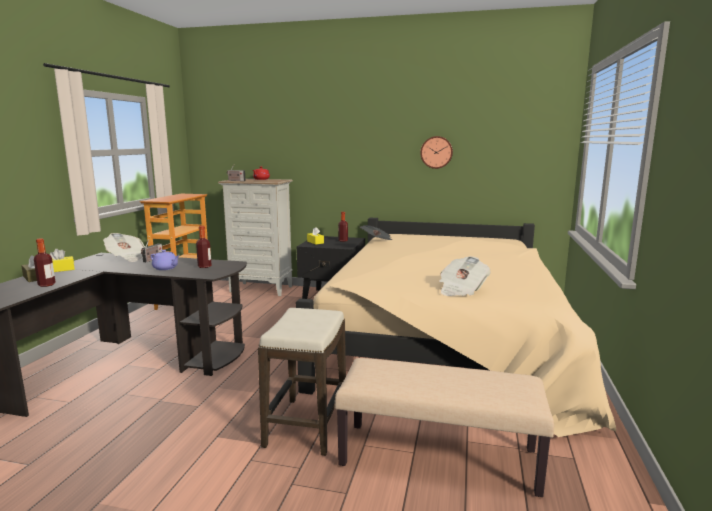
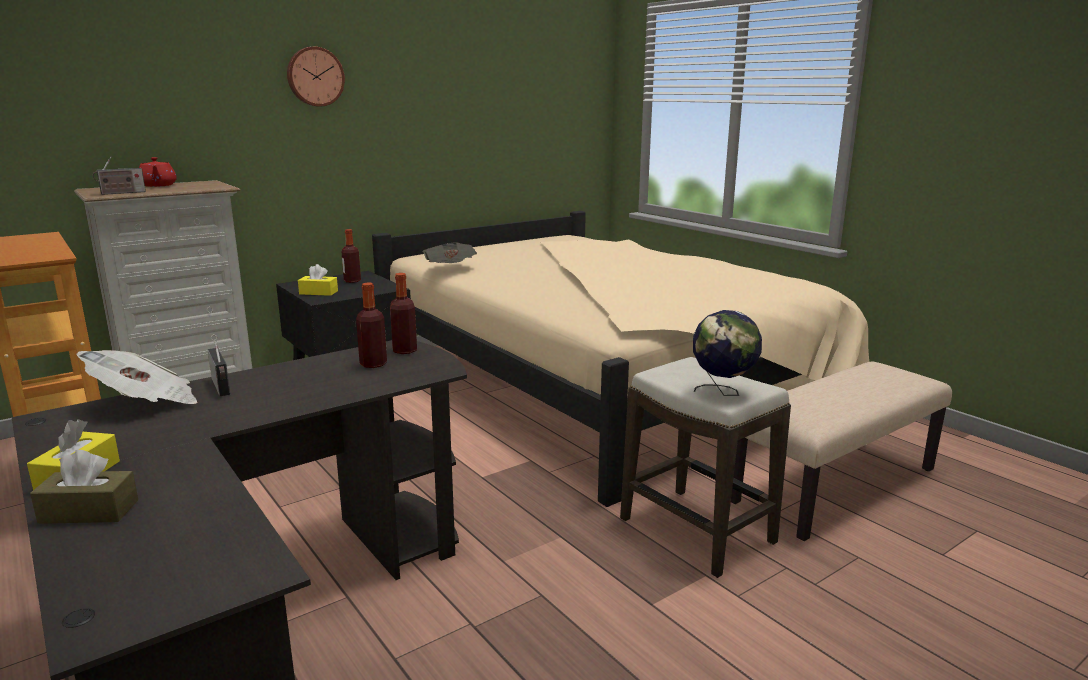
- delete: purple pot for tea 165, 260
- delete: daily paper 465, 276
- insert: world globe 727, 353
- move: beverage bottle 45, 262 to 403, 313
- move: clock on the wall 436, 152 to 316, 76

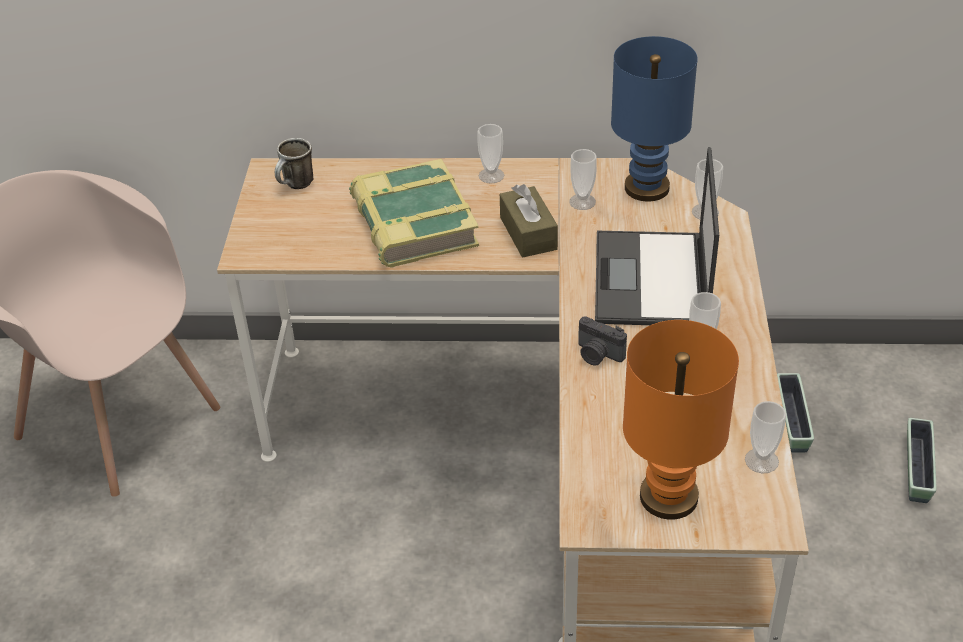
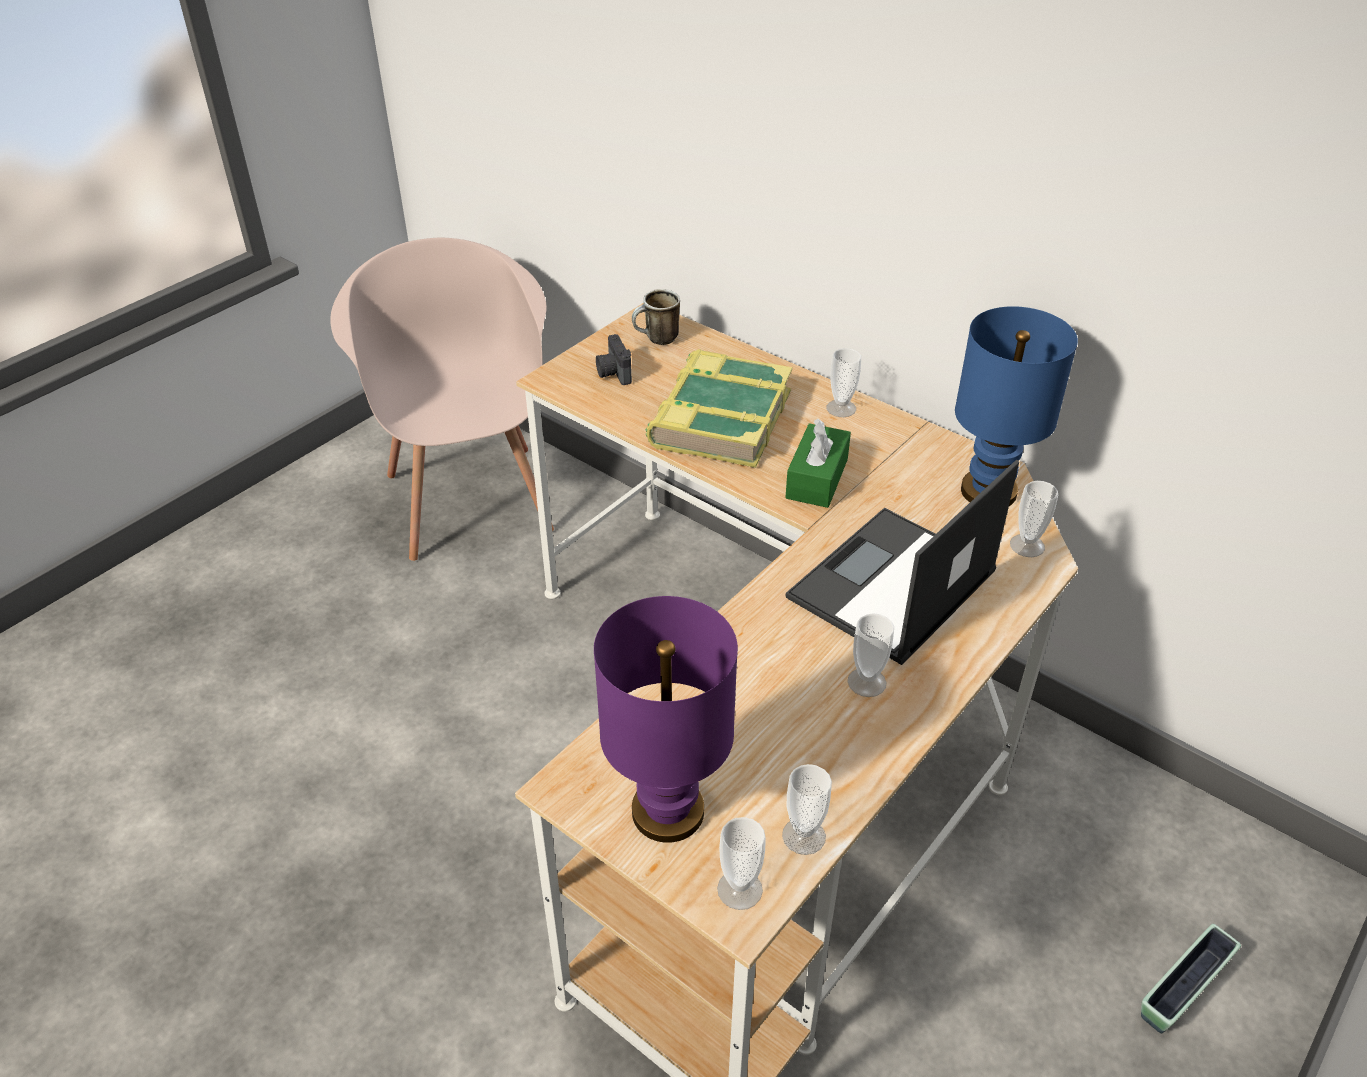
- delete: plant pot 795, 412
- move: small cup 583, 179 to 741, 863
- move: photo camera 602, 340 to 614, 359
- recolor: brownish box of tissues 529, 221 to green box of tissues 818, 463
- recolor: orange lamp for a table 681, 420 to purple lamp for a table 666, 719

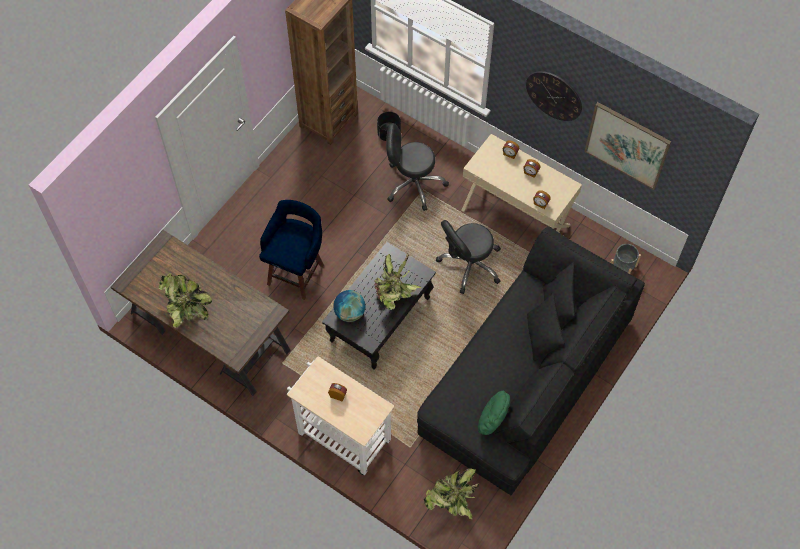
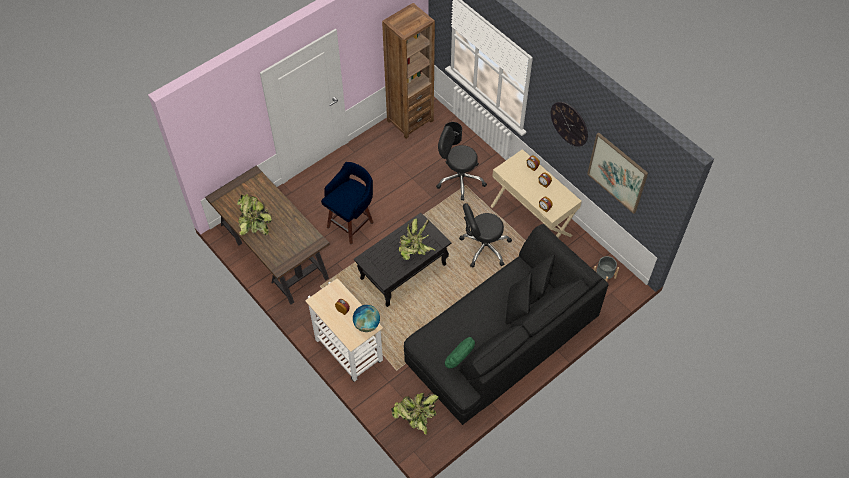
- move: world globe 349, 306 to 366, 318

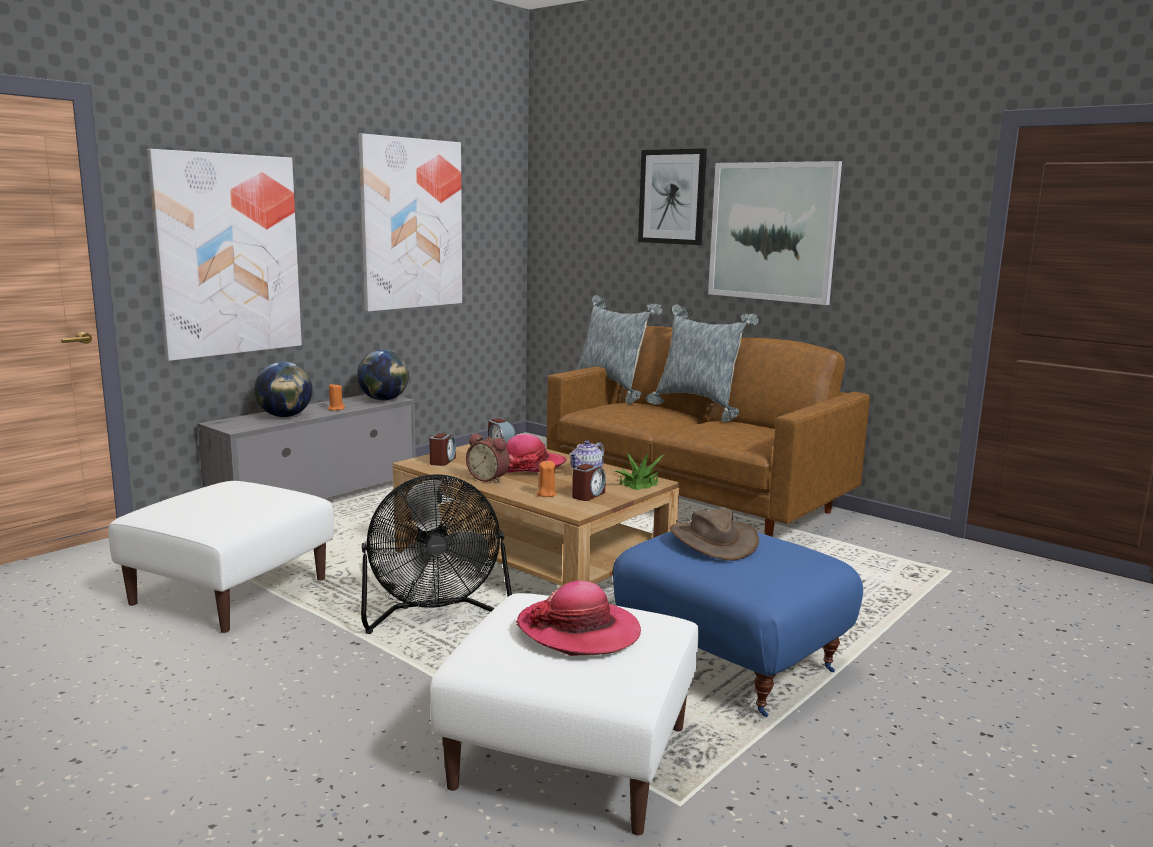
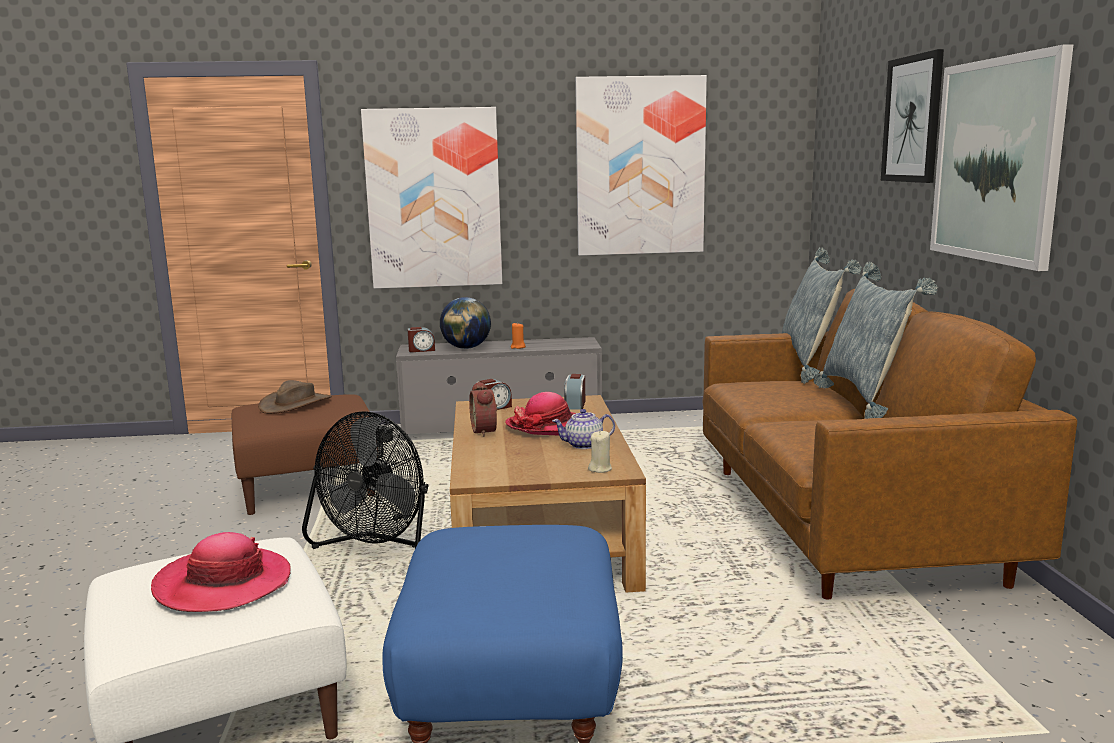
- delete: world globe 383, 375
- delete: orange candle 547, 479
- move: table clock 589, 482 to 421, 339
- move: brownish hat 714, 534 to 295, 397
- replace: plant in a pot 640, 471 to beige-coloured candle 600, 452
- recolor: whitish pouffe 221, 557 to brownish pouffe 305, 454

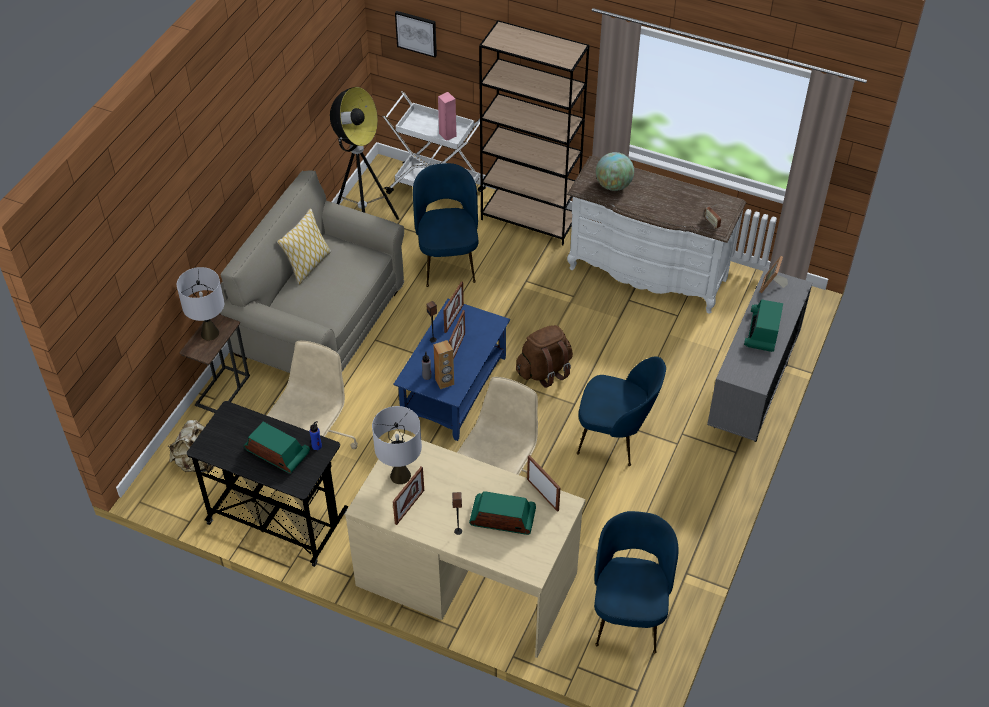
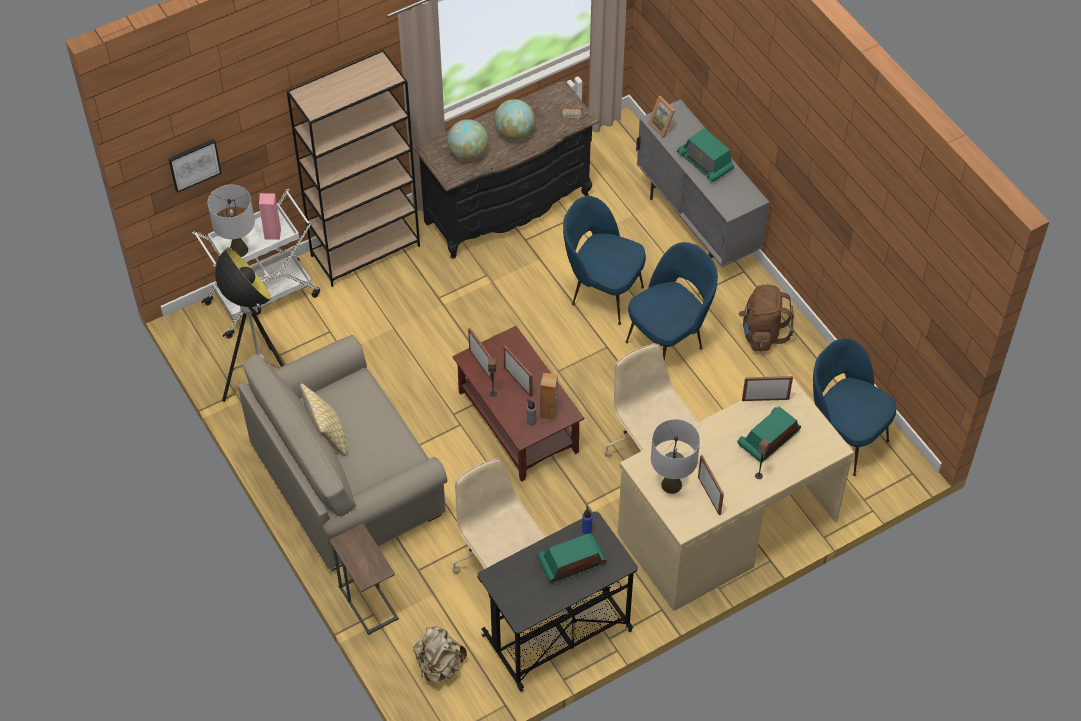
- insert: world globe 514, 119
- move: grey lamp for a table 200, 303 to 231, 221
- move: blue-coloured upright chair 446, 225 to 604, 260
- move: brownish rucksack 544, 356 to 766, 317
- recolor: blue-coloured low table 452, 370 to brownish low table 518, 404
- recolor: whitish chest of drawers 656, 235 to blackish chest of drawers 506, 170

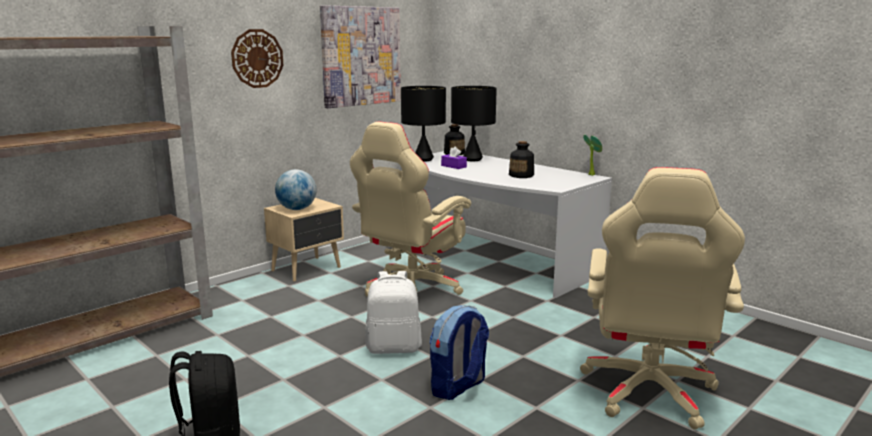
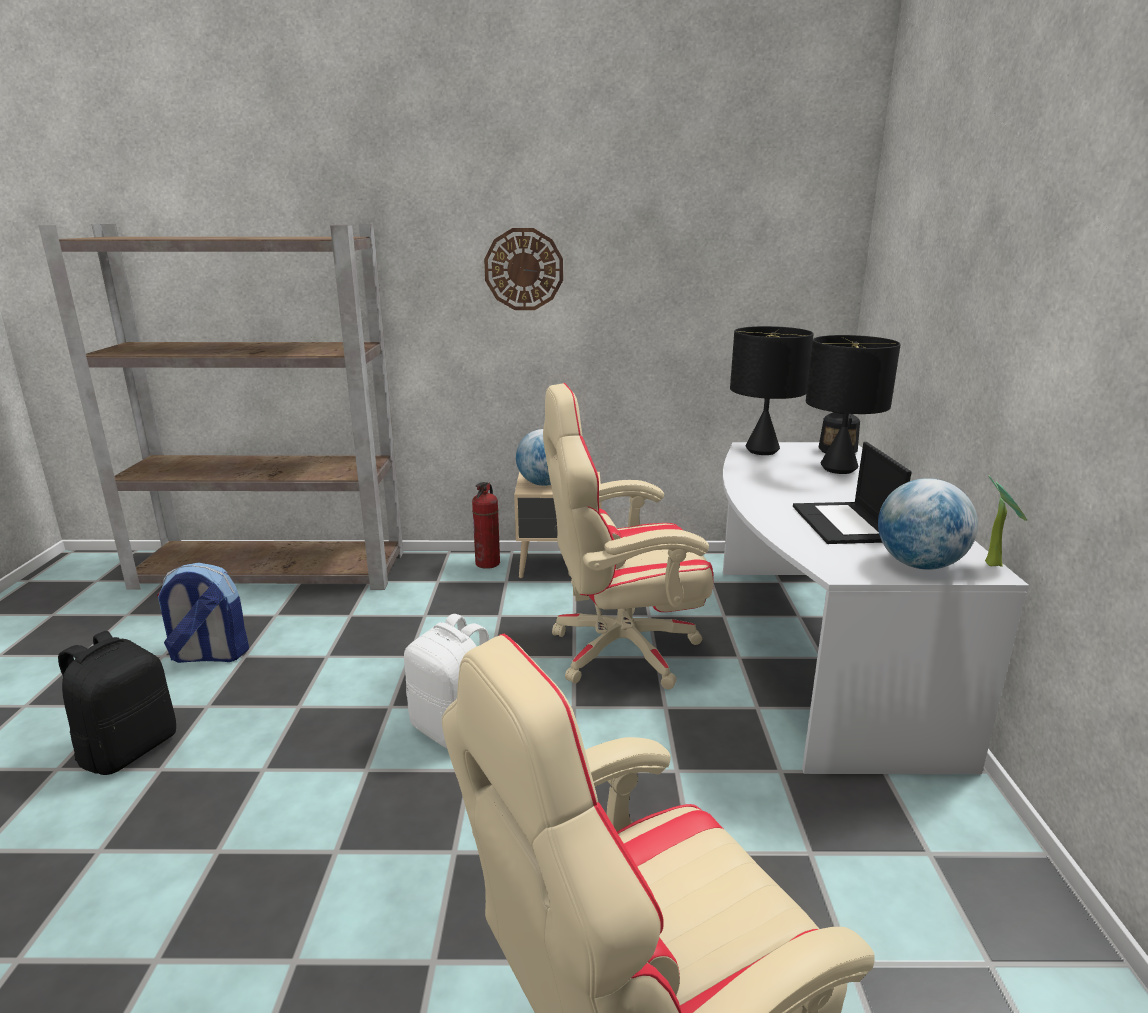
- delete: picture 360, 56
- delete: purple box of tissues 454, 158
- insert: fire-fighting cylinder 486, 525
- insert: world globe 928, 524
- move: rucksack 459, 352 to 203, 612
- replace: beverage bottle 521, 159 to portable computer 852, 493

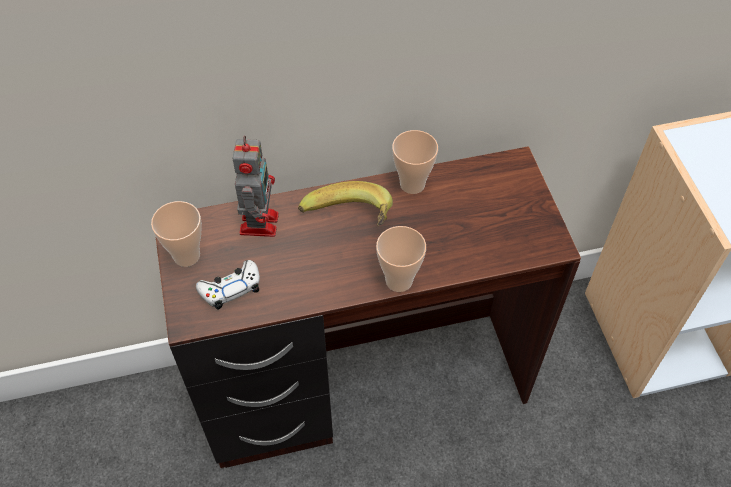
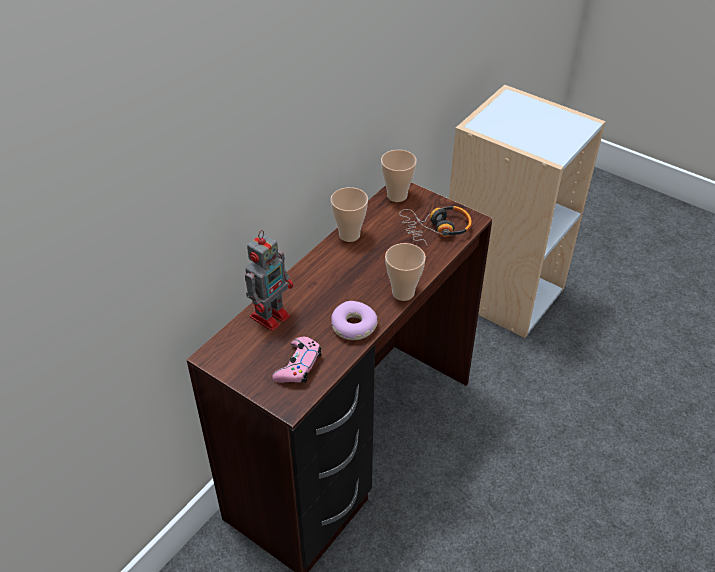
- delete: banana fruit 345, 203
- insert: doughnut 354, 320
- insert: headset 435, 226
- move: small cup 176, 234 to 399, 176
- recolor: whitish joypad 228, 285 to pink joypad 296, 360
- rotate: robot figure 255, 186 = 269, 280 75 degrees clockwise

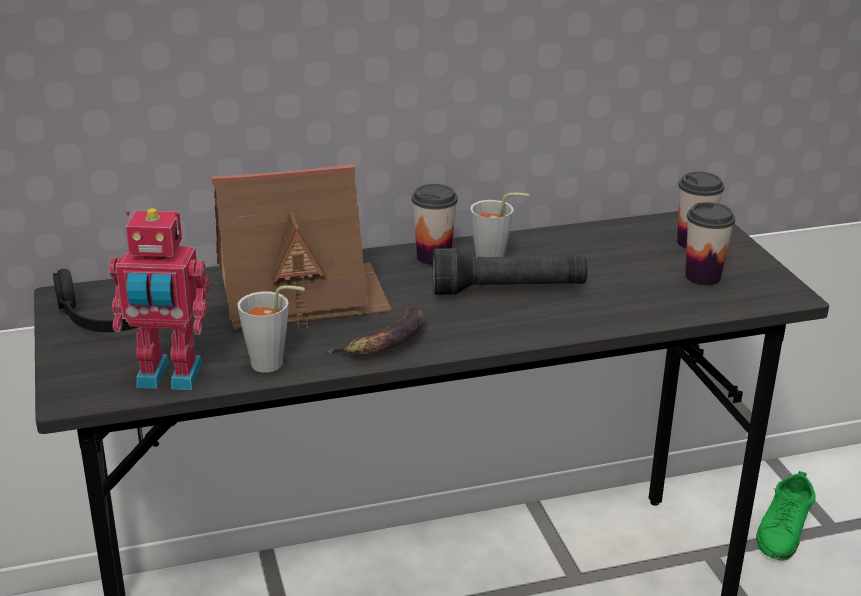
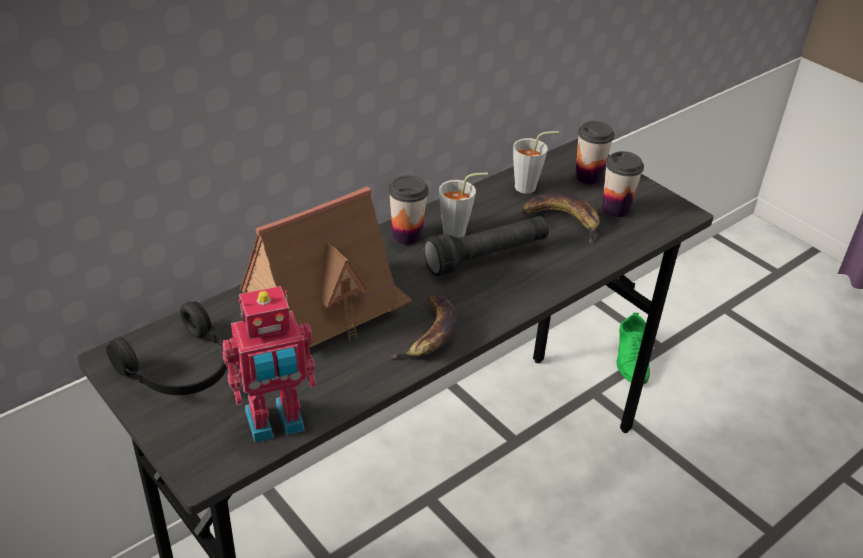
- insert: banana fruit 560, 218
- move: grey small cup 271, 329 to 536, 162

